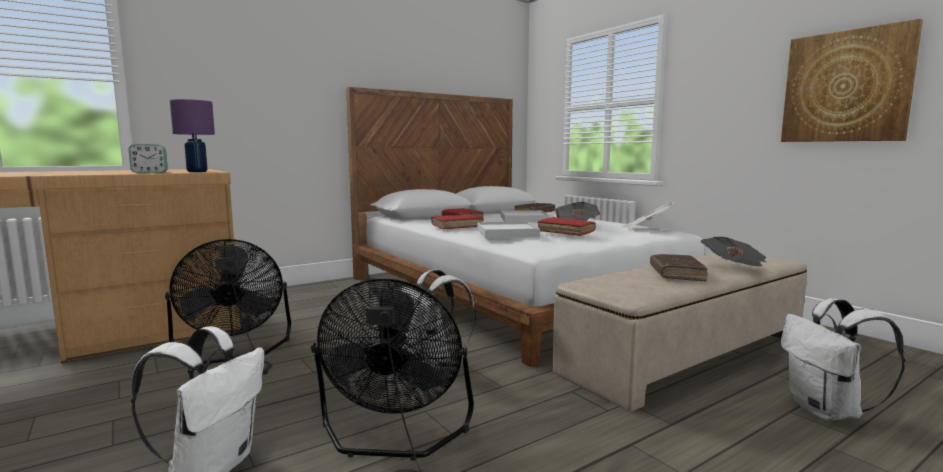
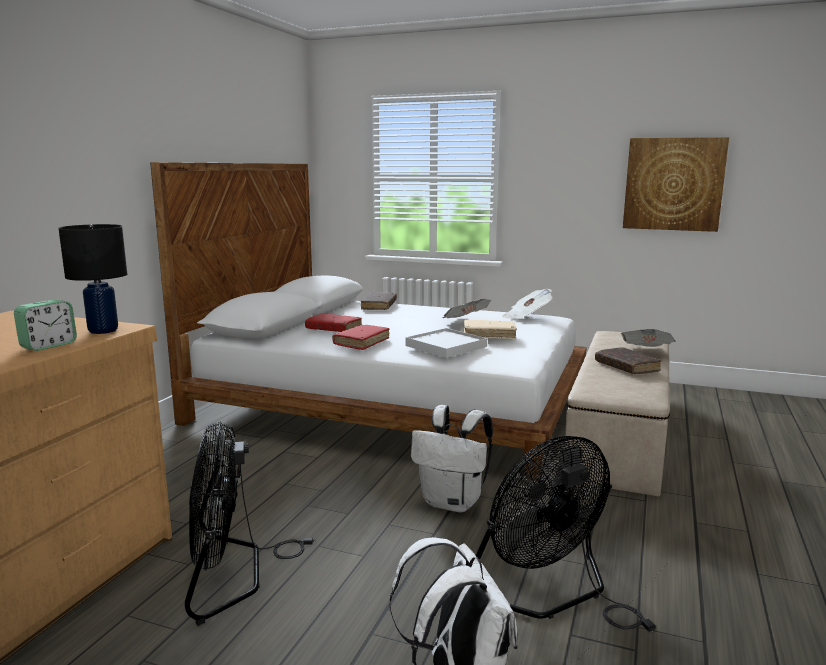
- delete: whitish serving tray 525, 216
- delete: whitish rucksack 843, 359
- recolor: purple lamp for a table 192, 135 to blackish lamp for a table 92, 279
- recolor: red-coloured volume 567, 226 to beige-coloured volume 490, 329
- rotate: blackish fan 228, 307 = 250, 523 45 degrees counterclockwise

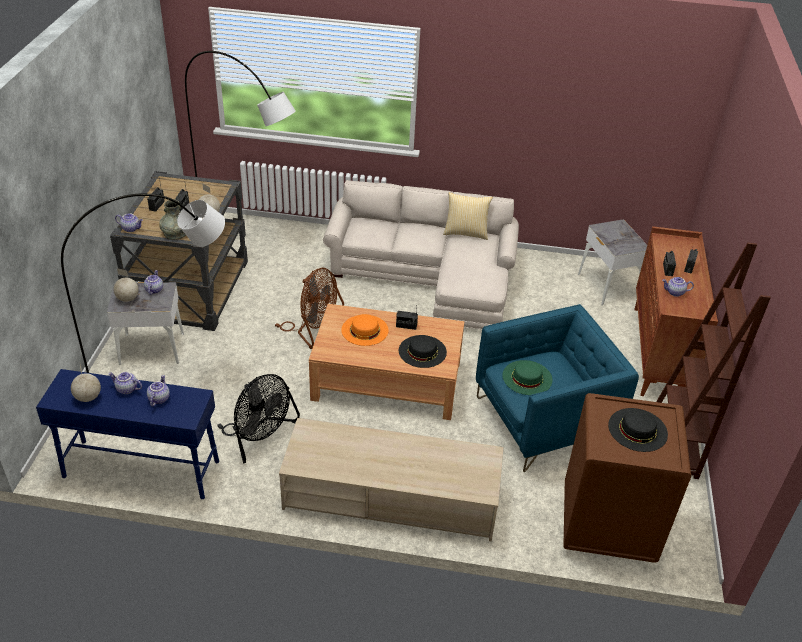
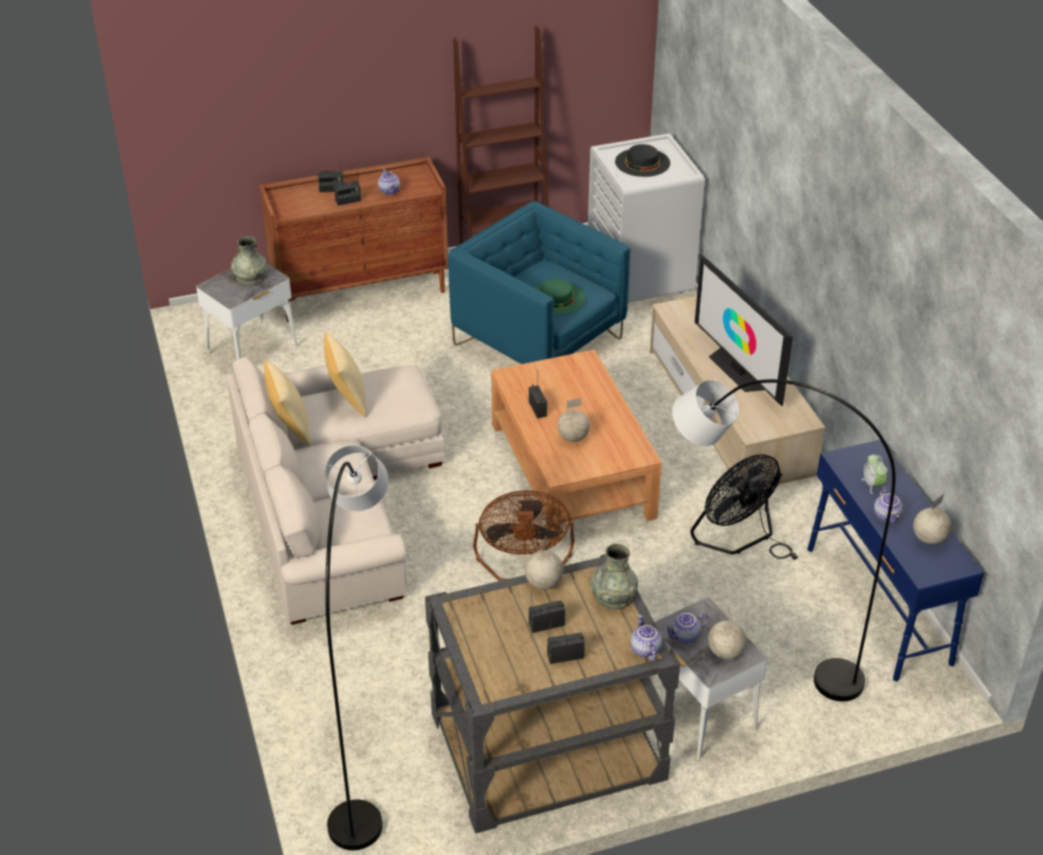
- delete: blackish hat 423, 351
- insert: grey flower vase 249, 260
- insert: pillow 345, 374
- insert: TV set 744, 330
- replace: pot for tea 158, 390 to table clock 874, 474
- replace: orange hat 365, 330 to world globe 573, 420
- recolor: brownish chest of drawers 627, 477 to grey chest of drawers 646, 218
- rotate: blackish fan 258, 418 = 744, 507 45 degrees counterclockwise

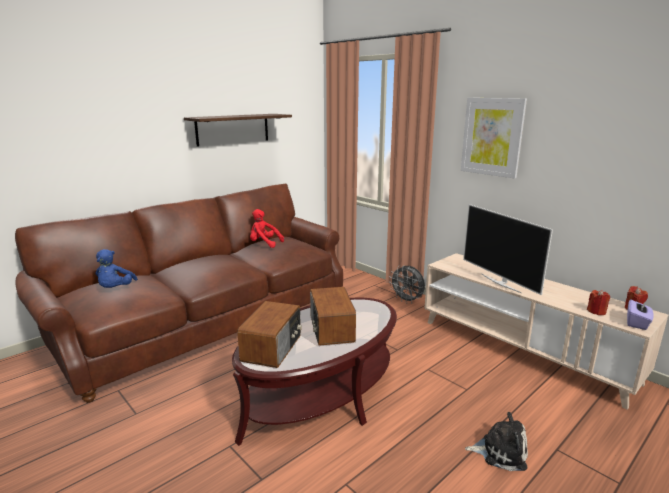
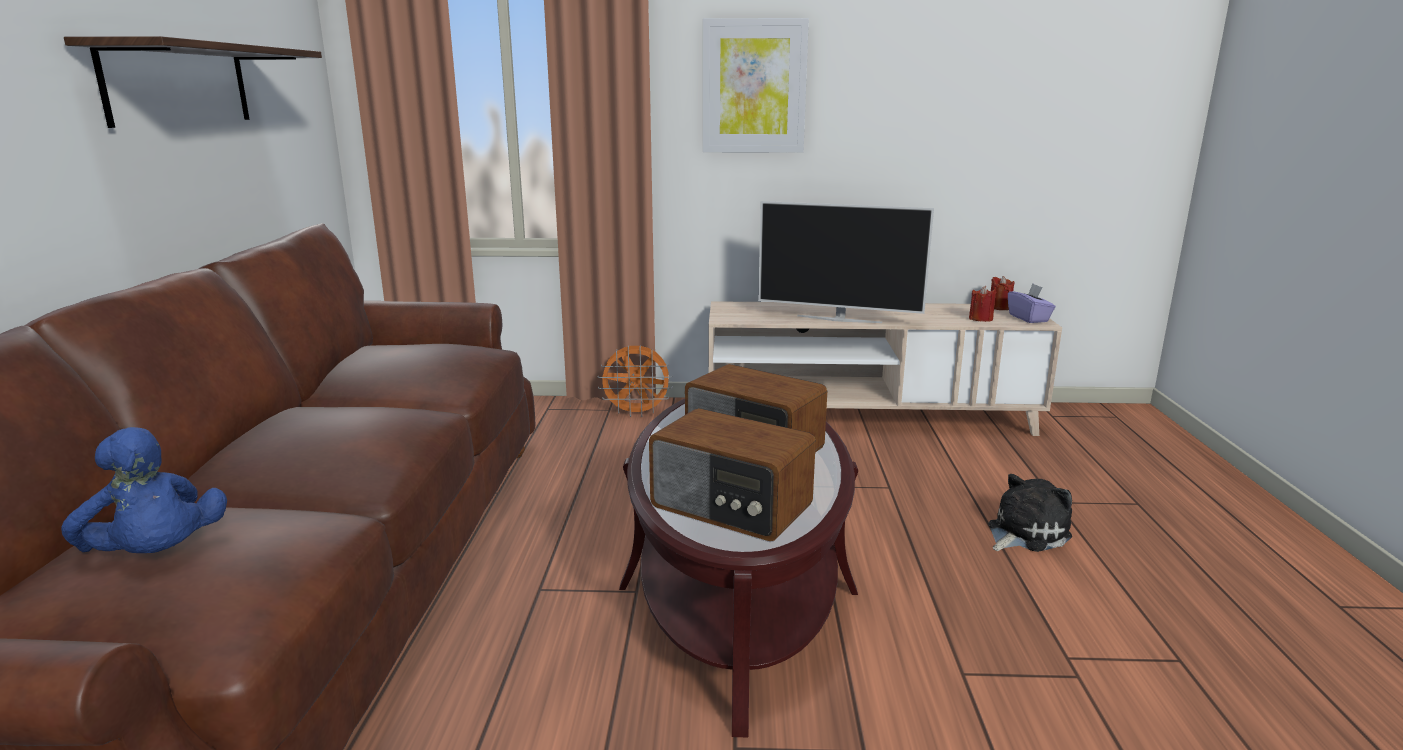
- delete: red-coloured soft toy 267, 228
- recolor: grey fan 407, 283 to orange fan 635, 381
- rotate: radio set 269, 334 = 732, 474 150 degrees clockwise

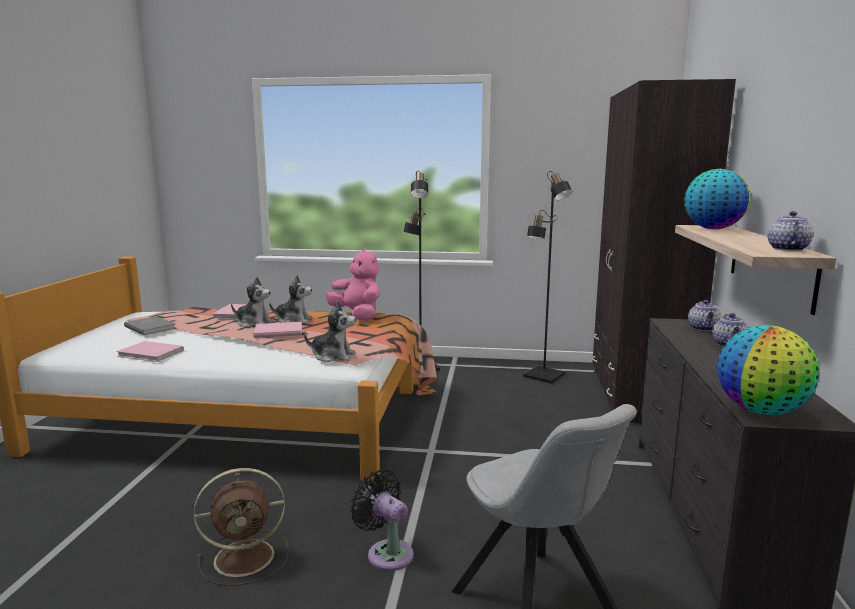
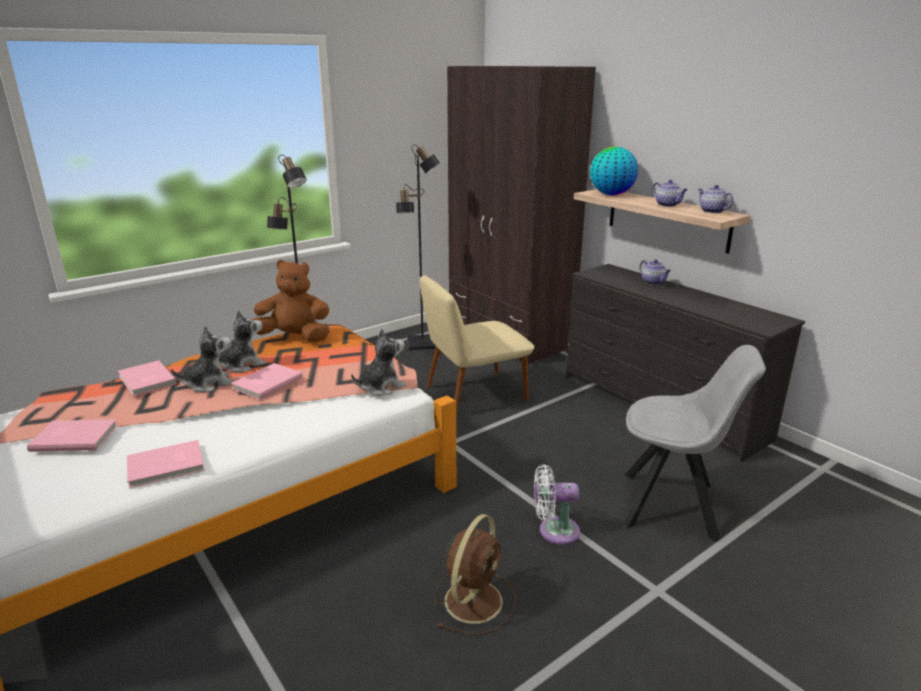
- delete: world globe 768, 370
- insert: beige-coloured upright chair 477, 344
- move: pot for tea 705, 315 to 670, 193
- recolor: grey volume 150, 325 to pink volume 72, 435
- recolor: pink soft toy 352, 285 to brownish soft toy 290, 301
- recolor: blackish fan 382, 520 to whitish fan 557, 505

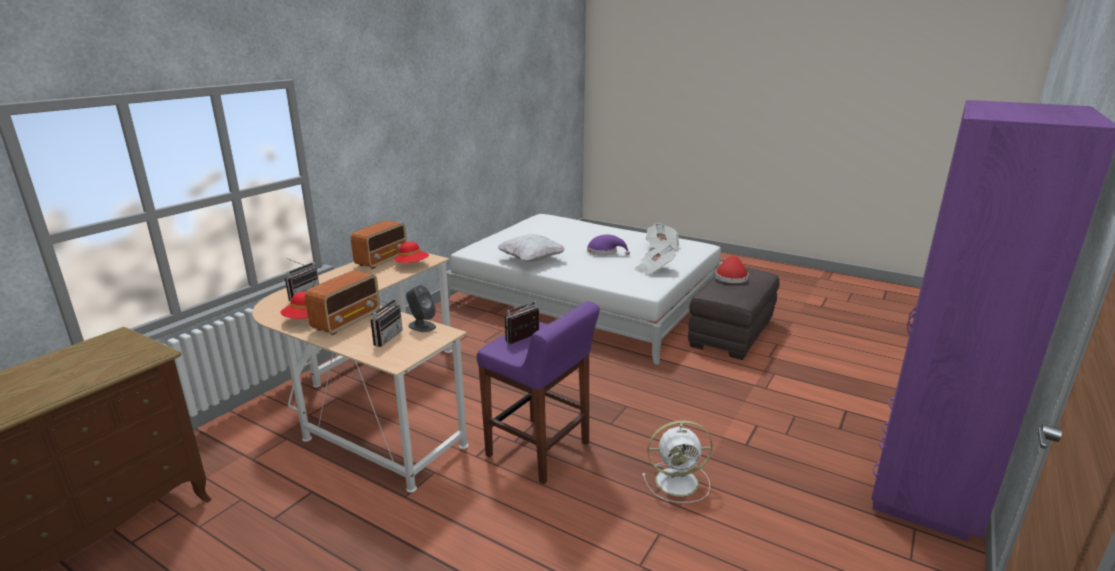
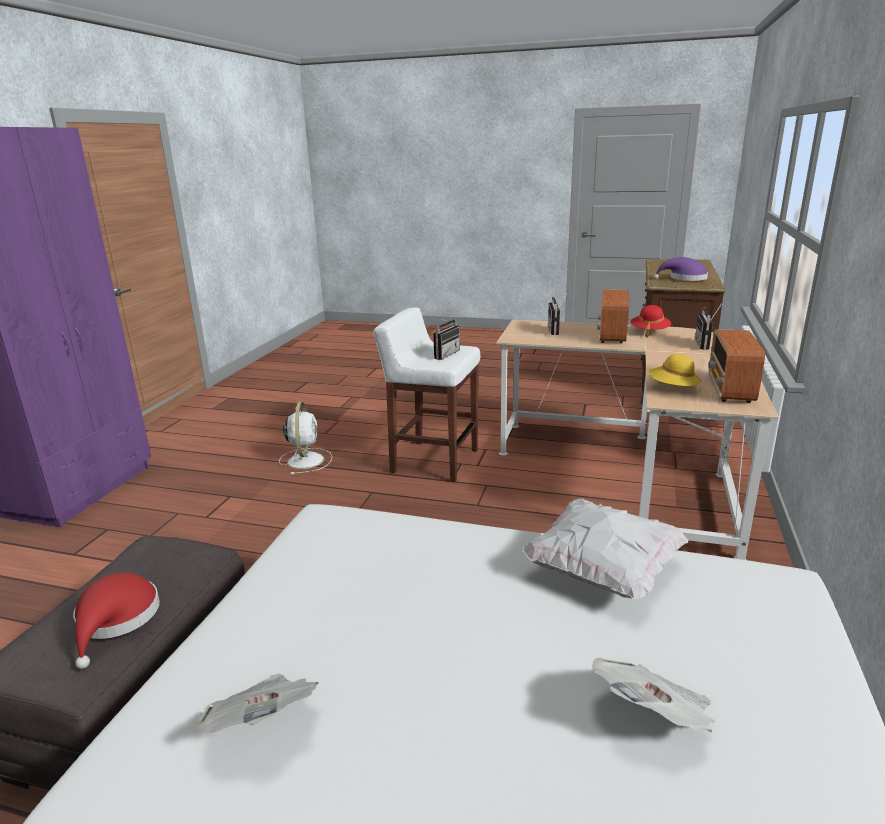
- delete: grey speaker 421, 308
- move: purple hat 608, 245 to 680, 269
- move: daily paper 655, 259 to 653, 695
- recolor: red-coloured hat 411, 252 to yellow-coloured hat 675, 372
- recolor: purple stool seat 538, 392 to whitish stool seat 426, 394
- rotate: whitish fan 677, 461 = 305, 438 105 degrees clockwise

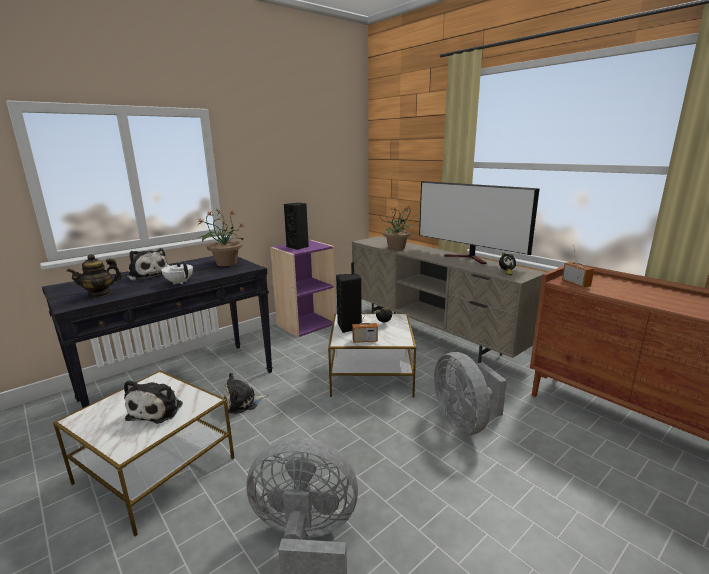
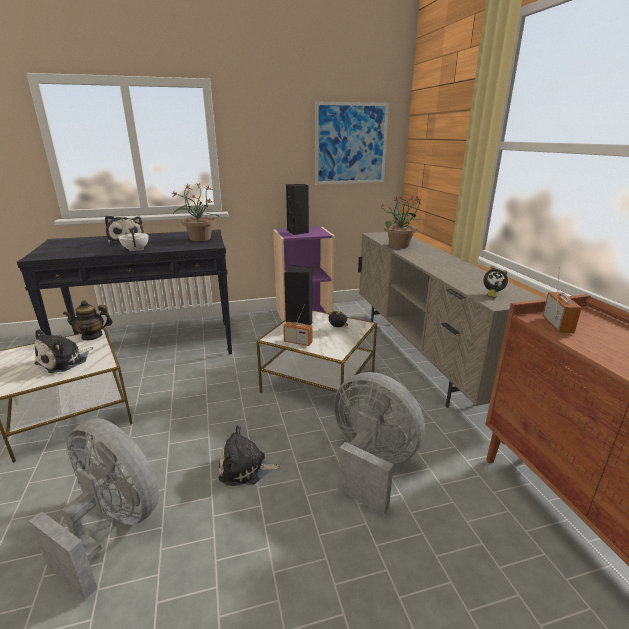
- delete: TV set 479, 222
- insert: picture 352, 143
- move: pot for tea 94, 276 to 88, 320
- move: soft toy 246, 393 to 250, 455
- rotate: grey fan 470, 393 = 379, 443 120 degrees clockwise

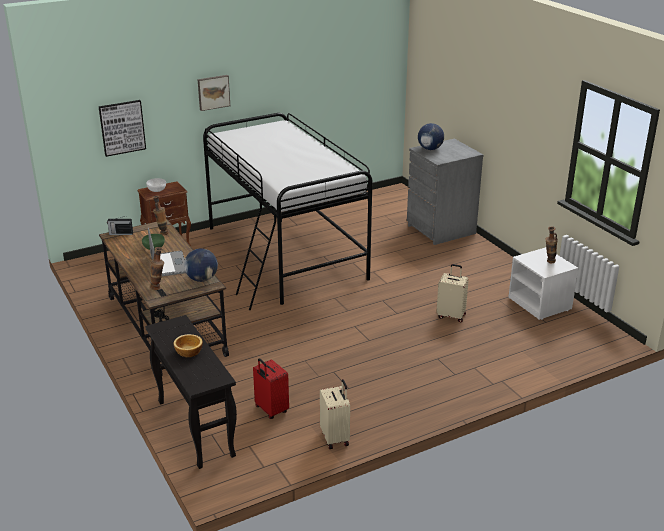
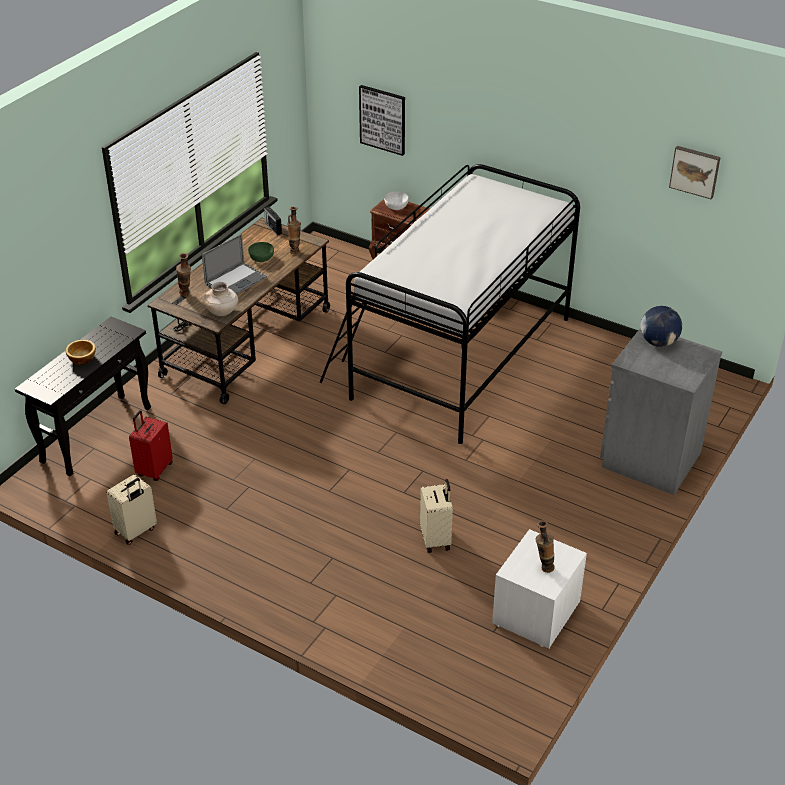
- move: picture 214, 93 to 695, 172
- replace: world globe 201, 265 to beige-coloured flower vase 220, 299

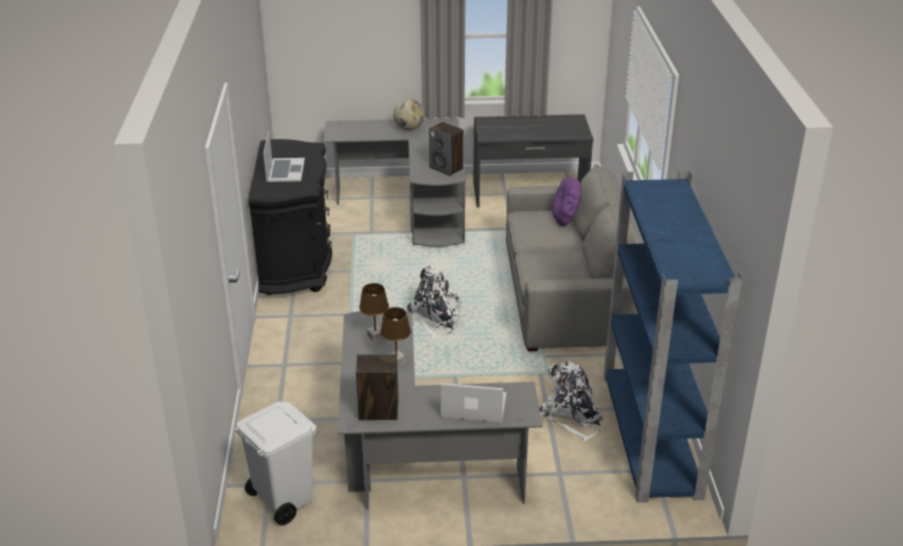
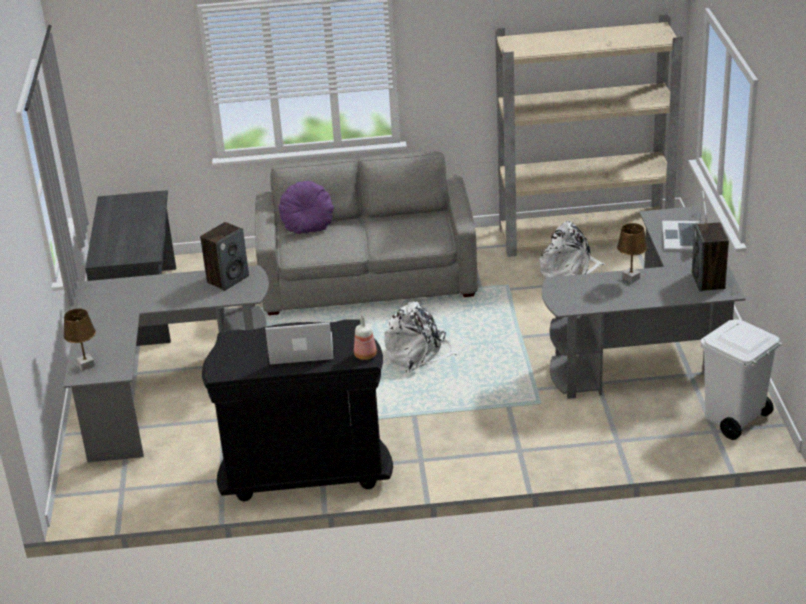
- delete: world globe 408, 114
- insert: beverage bottle 365, 337
- move: brownish lamp for a table 374, 312 to 80, 340
- recolor: blue-coloured bookshelf 673, 336 to beige-coloured bookshelf 589, 135

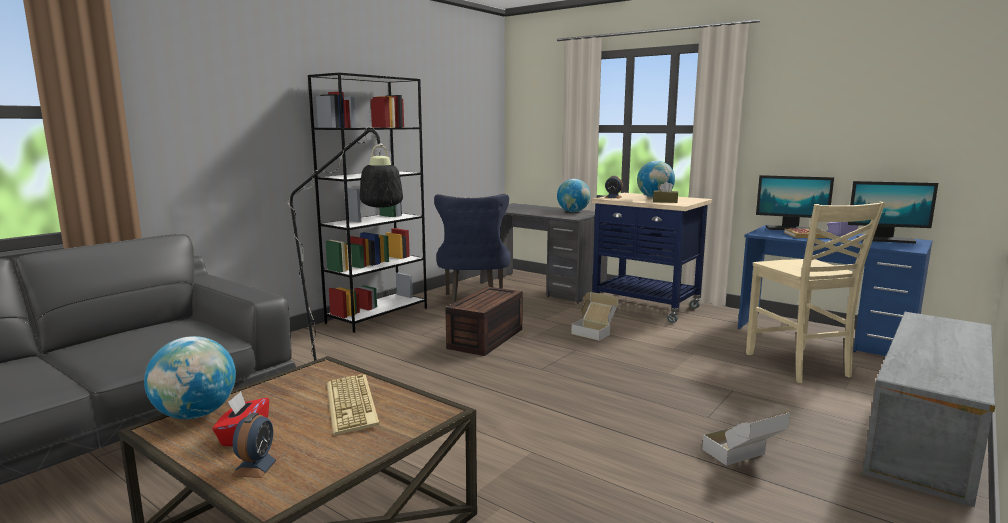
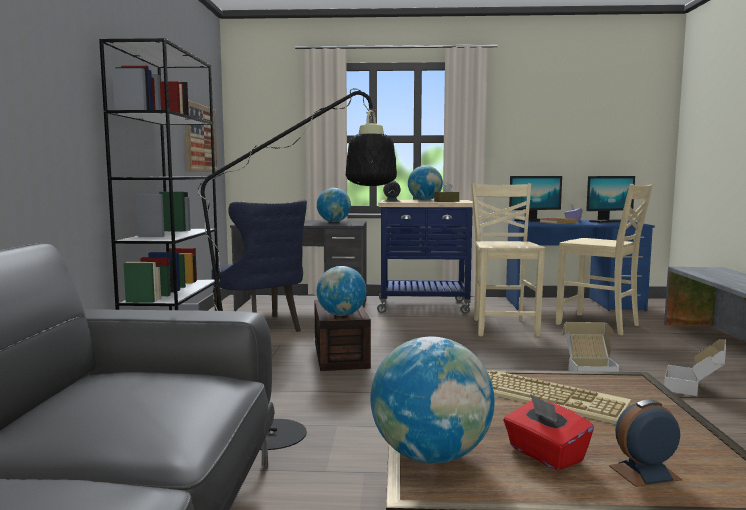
- insert: picture 201, 136
- insert: world globe 341, 291
- insert: beige-coloured upright chair 508, 260
- move: cardboard box 594, 316 to 591, 347
- rotate: table clock 255, 445 = 645, 443 75 degrees counterclockwise

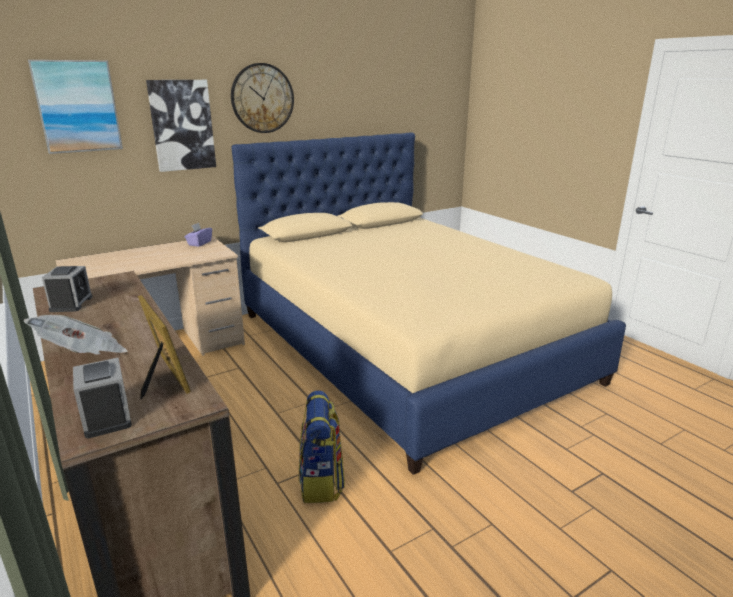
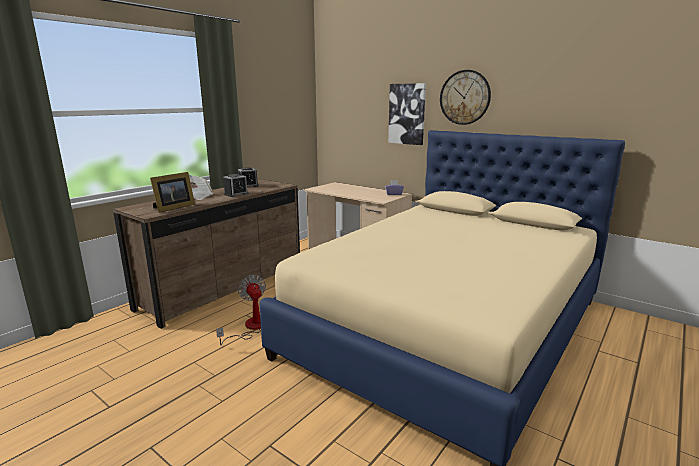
- delete: picture 75, 107
- move: table clock 102, 398 to 235, 185
- replace: rucksack 322, 447 to fan 241, 310

